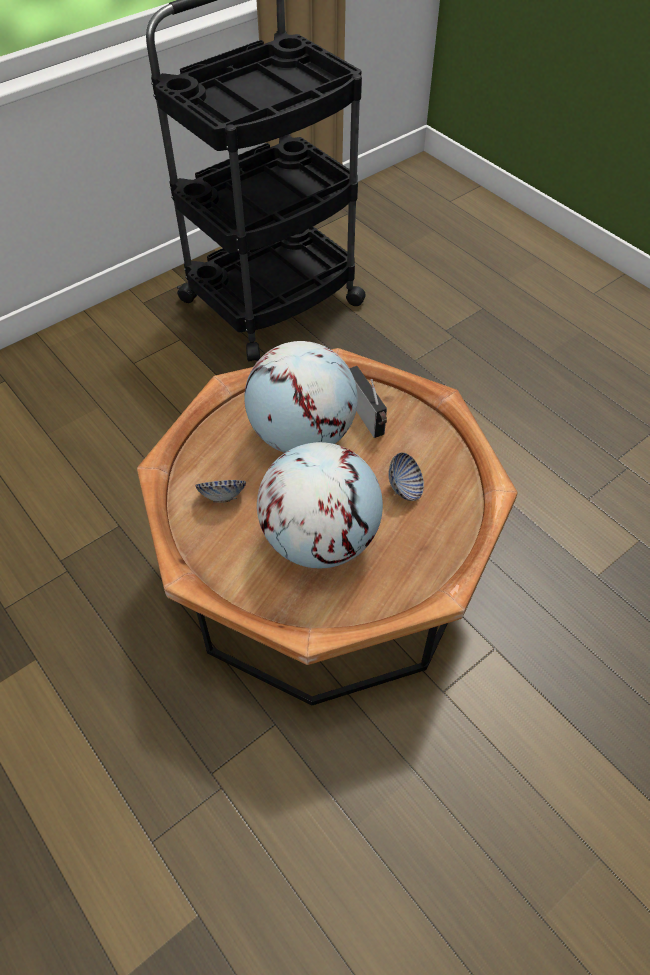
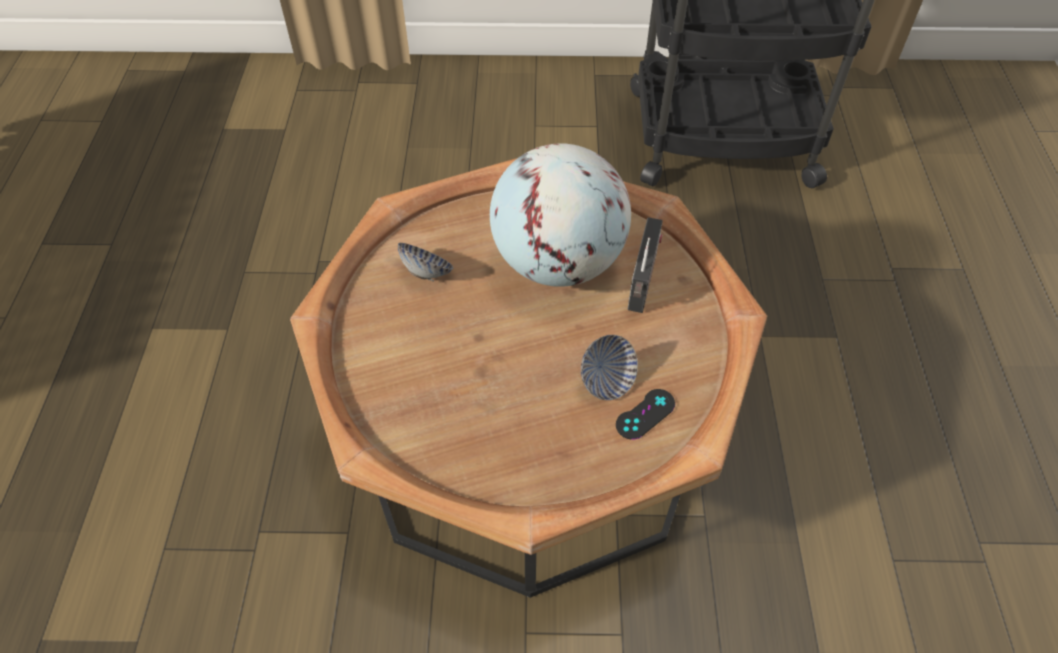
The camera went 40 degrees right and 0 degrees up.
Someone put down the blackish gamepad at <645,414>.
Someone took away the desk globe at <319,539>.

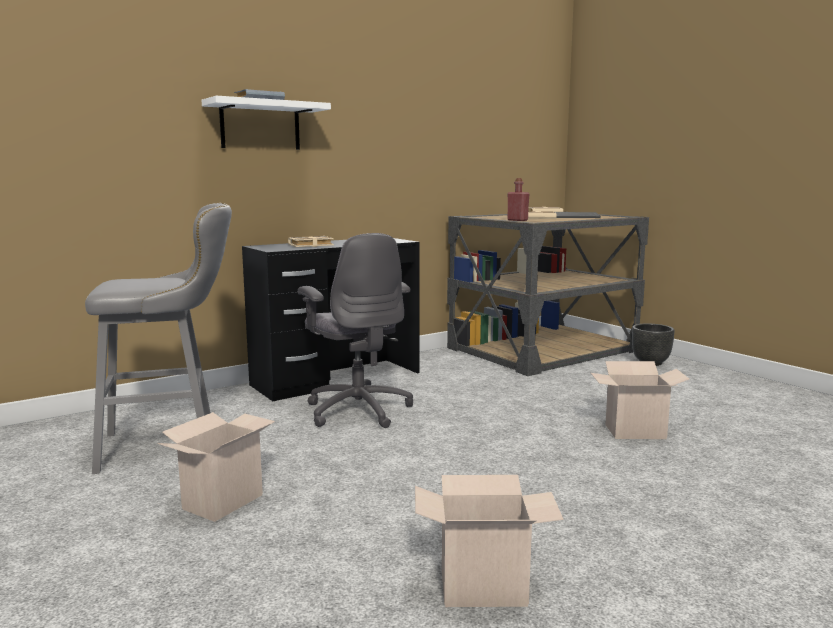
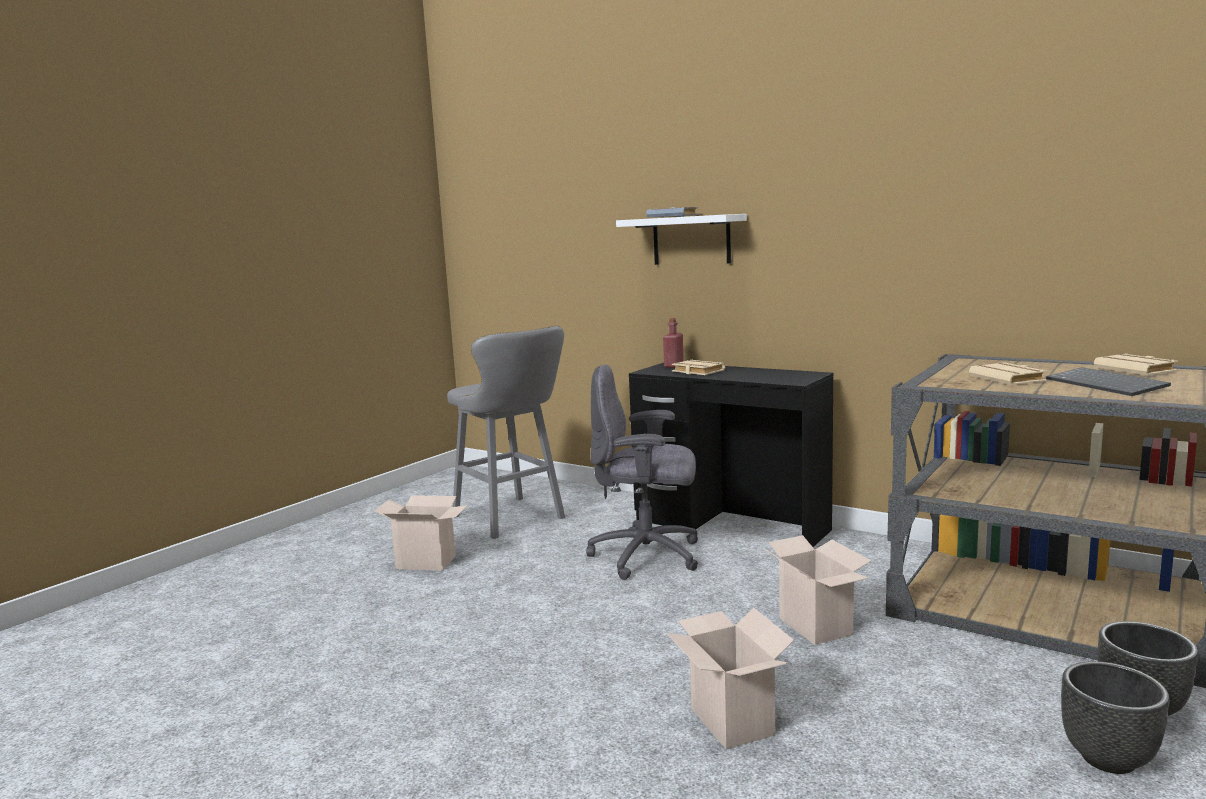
The camera went 70 degrees right and 0 degrees up.
Someone rotated the gray desk chair at <358,410> by 60 degrees clockwise.
Someone carried the red-coloured beverage bottle from <517,220> to <673,366>.
Someone carried the packing box from <486,587> to <818,627>.
Someone put down the blackish flower pot at <1109,759>.

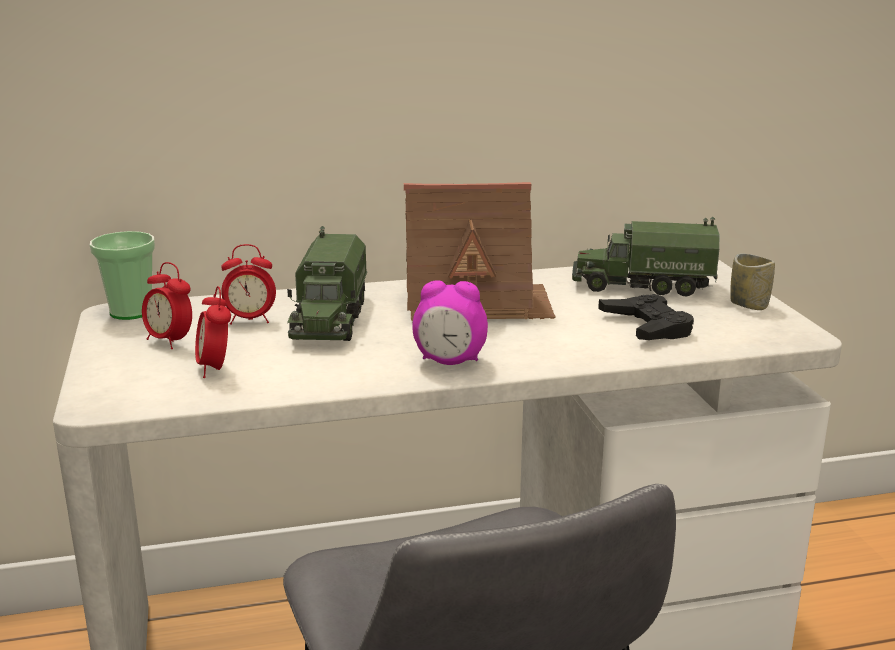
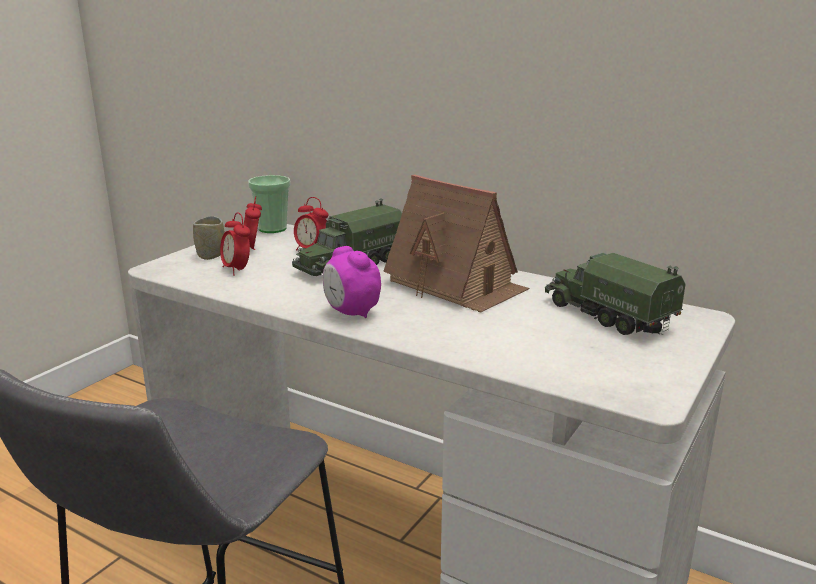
The camera went 45 degrees right and 0 degrees up.
Someone carried the drinking cup from <749,305> to <211,255>.
Someone rotated the alarm clock at <215,369> by 60 degrees counterclockwise.
Someone took away the blackish gamepad at <647,326>.

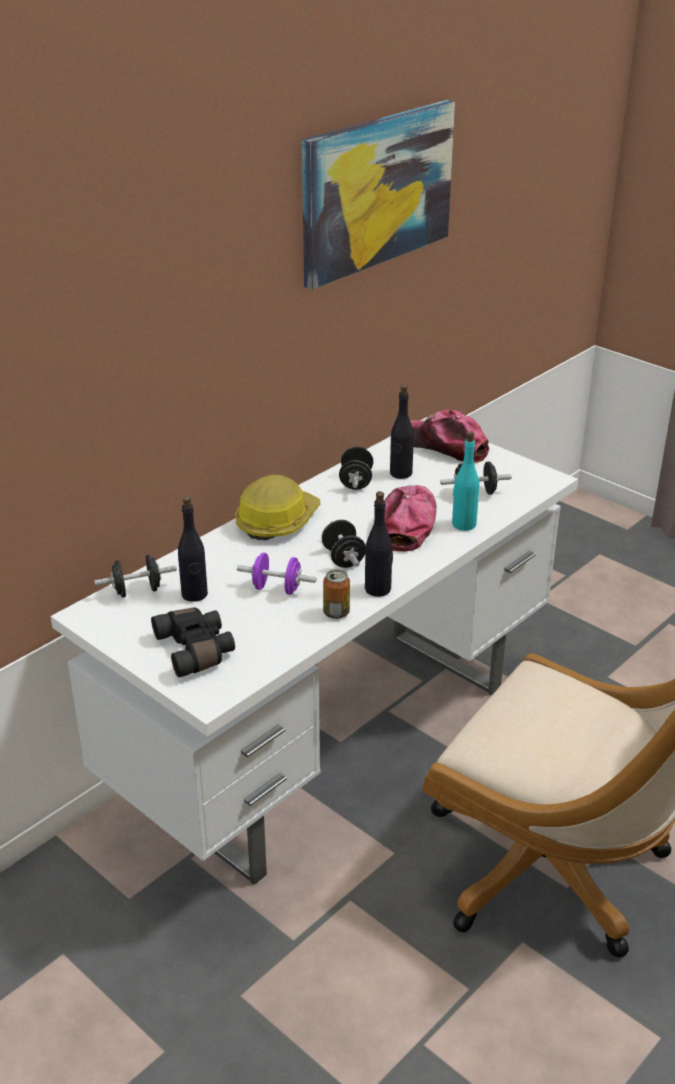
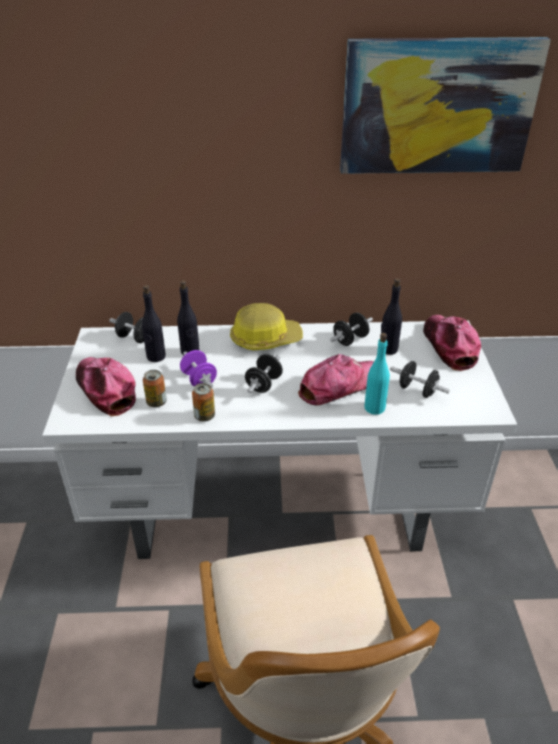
The camera went 45 degrees right and 5 degrees up.
Someone swapped the blackish field glasses at <197,650> for the peaked cap at <105,389>.
Someone put down the sealed can at <156,402>.
Someone carried the blackish beverage bottle from <378,589> to <190,351>.

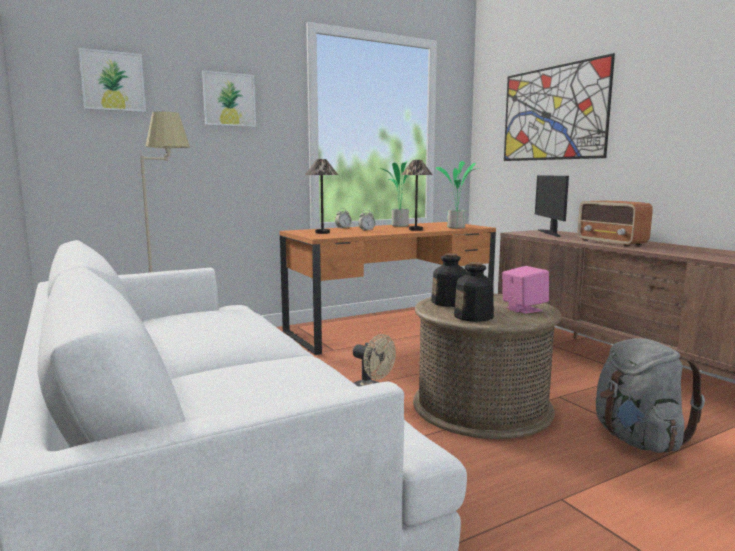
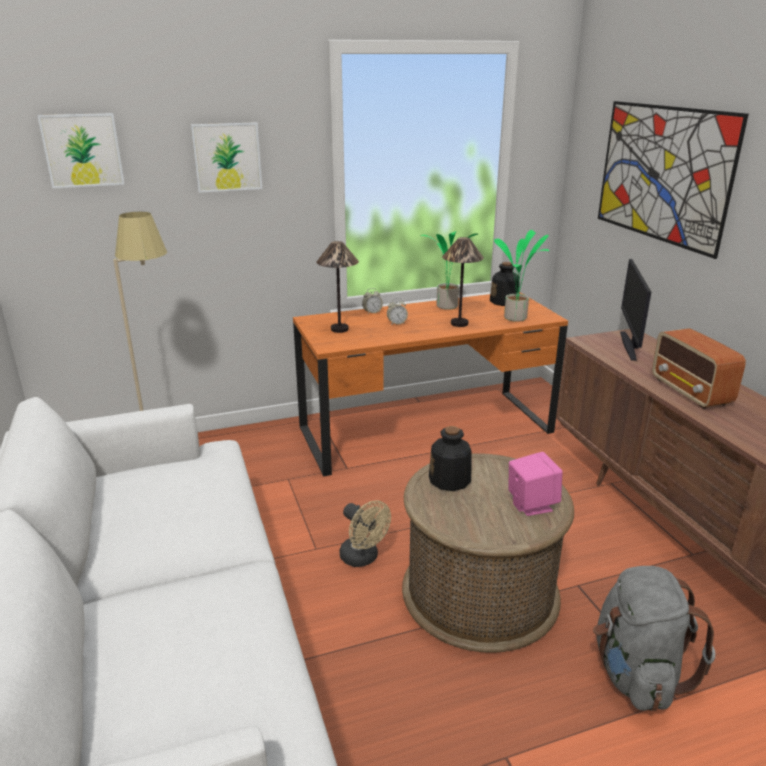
The camera went 10 degrees right and 15 degrees up.
Someone carried the beverage bottle from <474,316> to <504,301>.

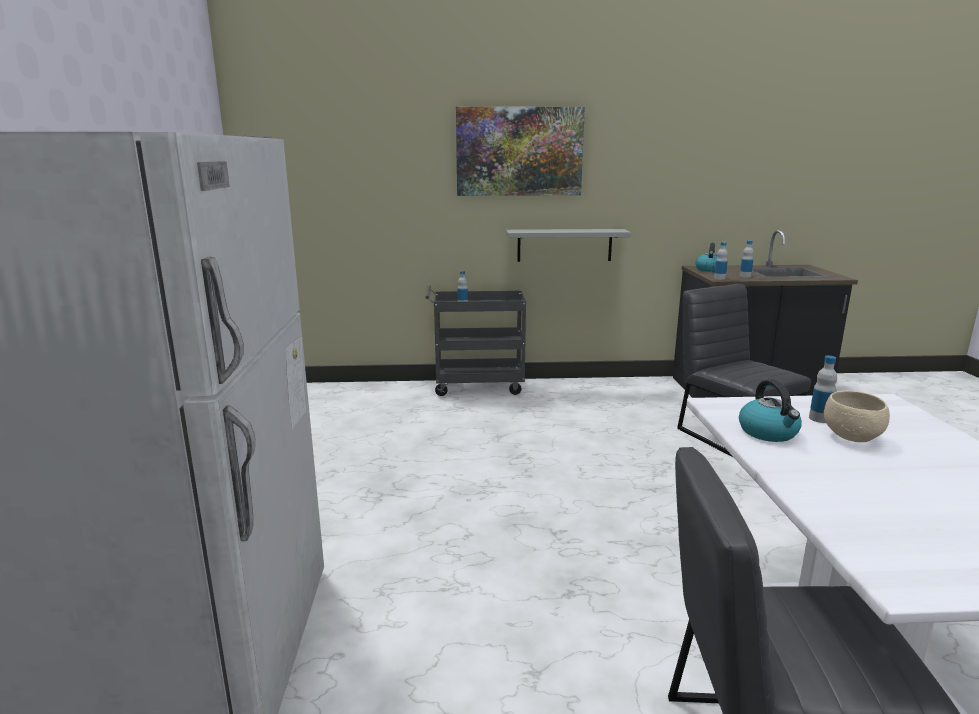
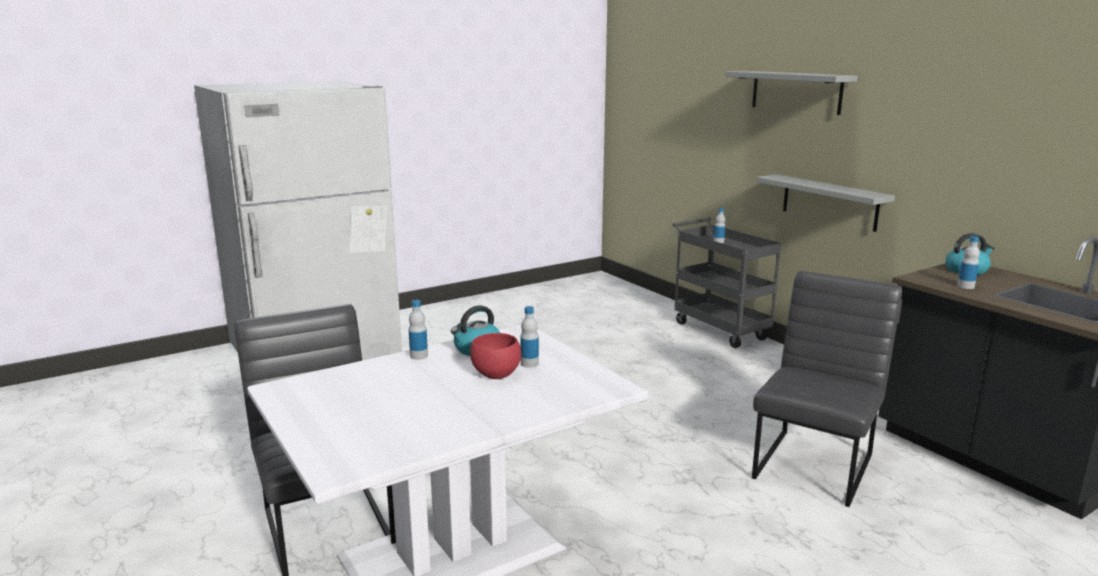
The camera went 60 degrees right and 0 degrees up.
Someone carried the beverage bottle from <719,278> to <419,356>.
Someone repainted the beige-coloured serving bowl at <853,438>, which became the red-coloured serving bowl at <496,375>.
Someone swapped the wall art at <519,152> for the gray shelf at <796,92>.

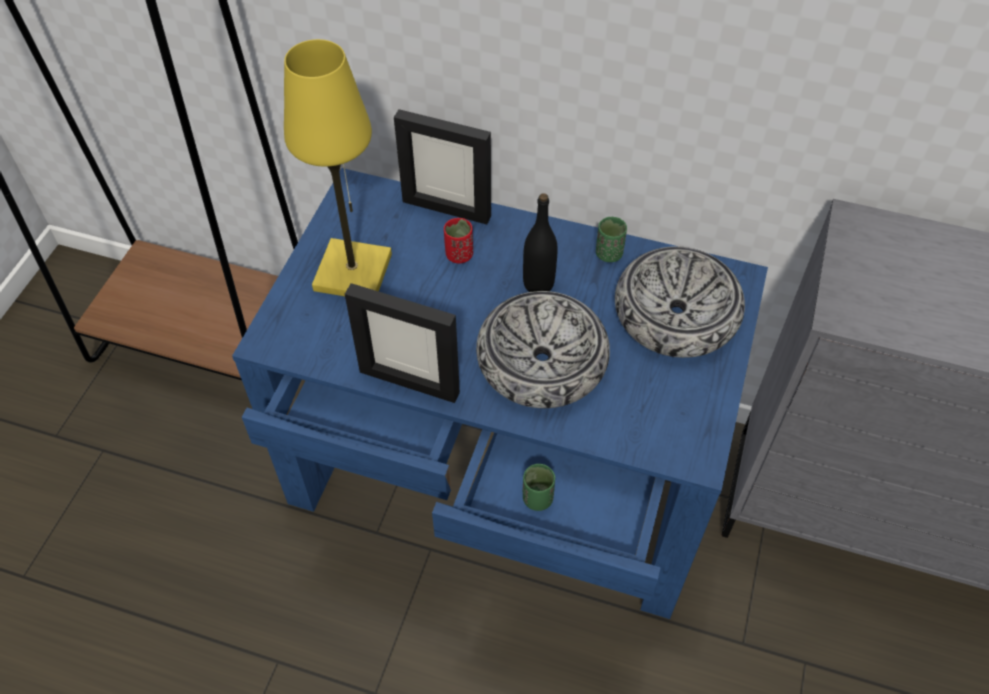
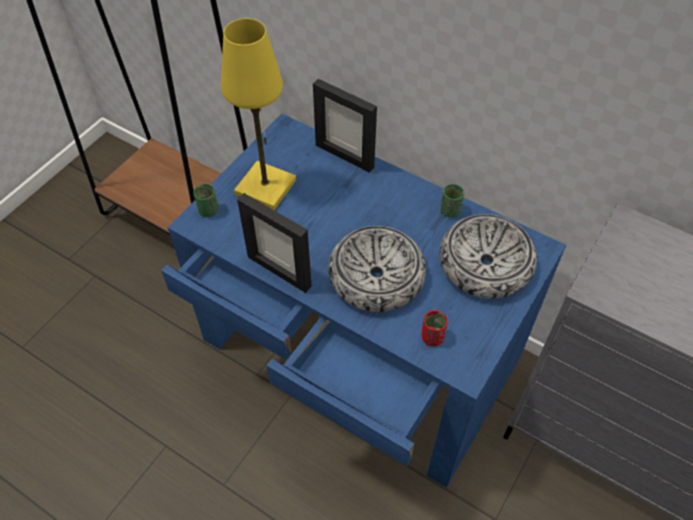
The camera went 15 degrees right and 0 degrees up.
Someone carried the green drinking cup from <537,498> to <208,210>.
Someone carried the red-coloured drinking cup from <459,255> to <432,337>.
Someone took away the blackish beverage bottle at <538,284>.

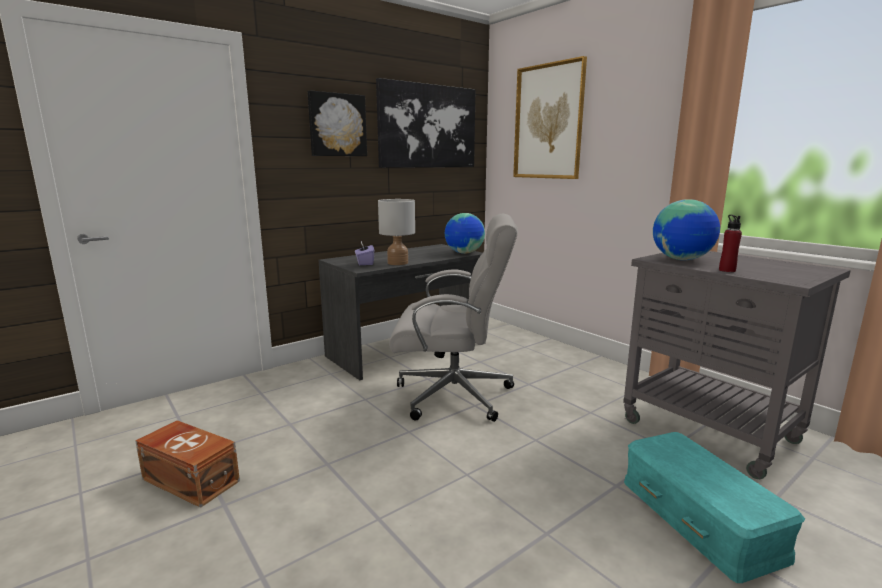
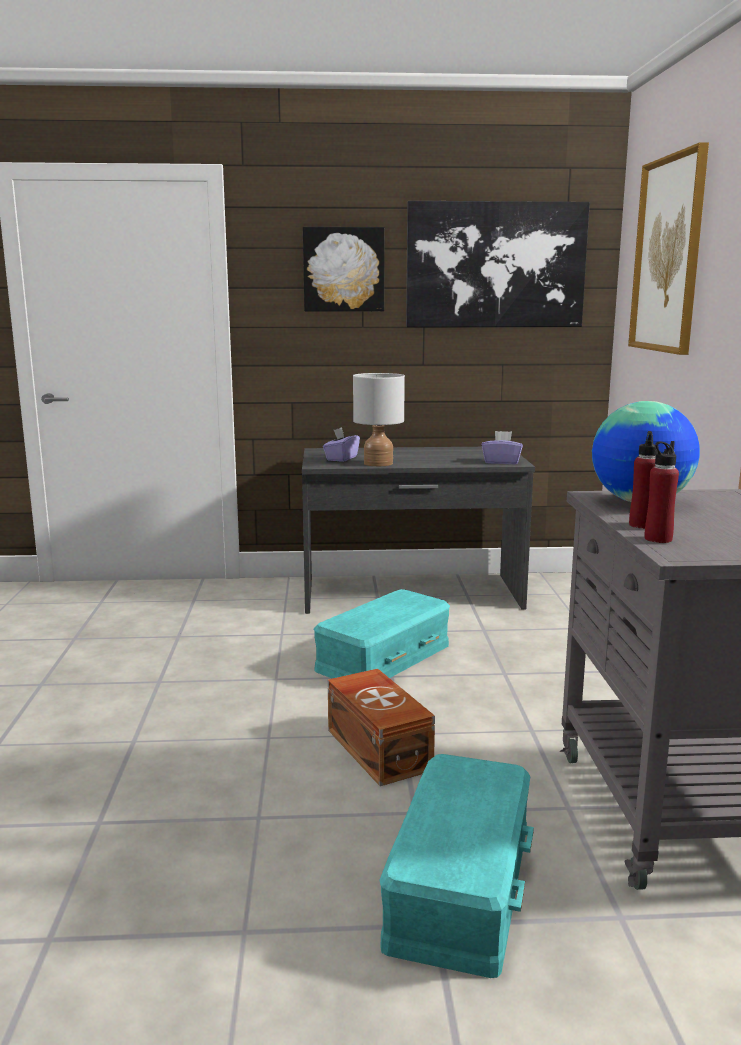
The camera went 35 degrees right and 0 degrees up.
Someone swapped the gray desk chair at <453,395> for the turquoise storage container at <385,658>.
Someone carried the brown-coloured storage container from <191,479> to <379,748>.
Someone swapped the desk globe at <464,253> for the purple-coloured tissue holder at <501,462>.
Someone put down the red-coloured beverage bottle at <658,539>.

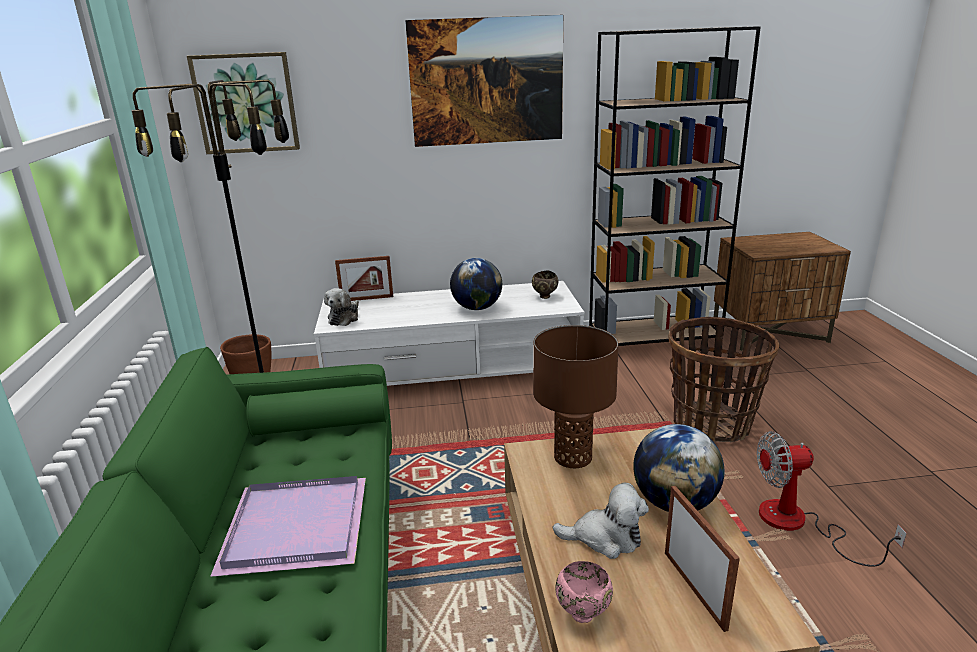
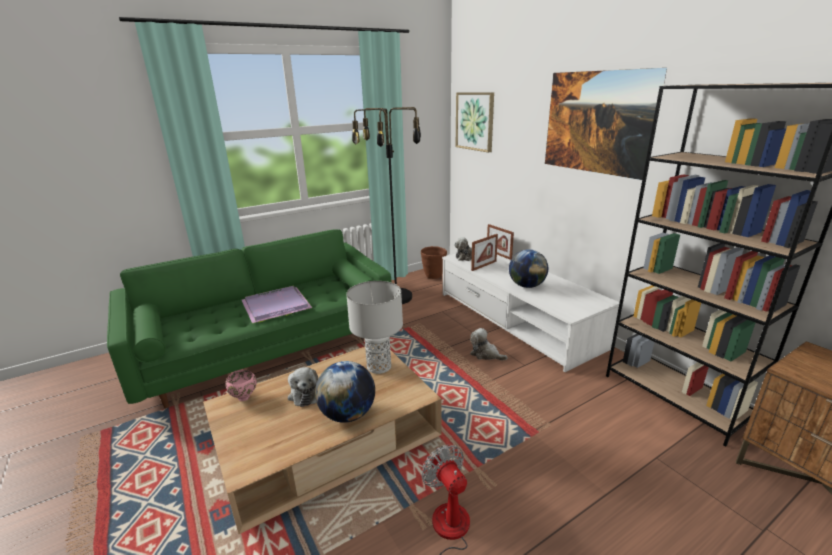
The camera went 65 degrees right and 0 degrees up.
Someone repainted the brown-coloured tabletop lamp at <572,457>, which became the whitish tabletop lamp at <378,366>.
Someone put down the plush toy at <485,354>.
Someone carried the picture frame from <694,589> to <484,266>.
Someone took away the brown-coloured serving bowl at <545,297>.
Someone took away the basket at <711,424>.

